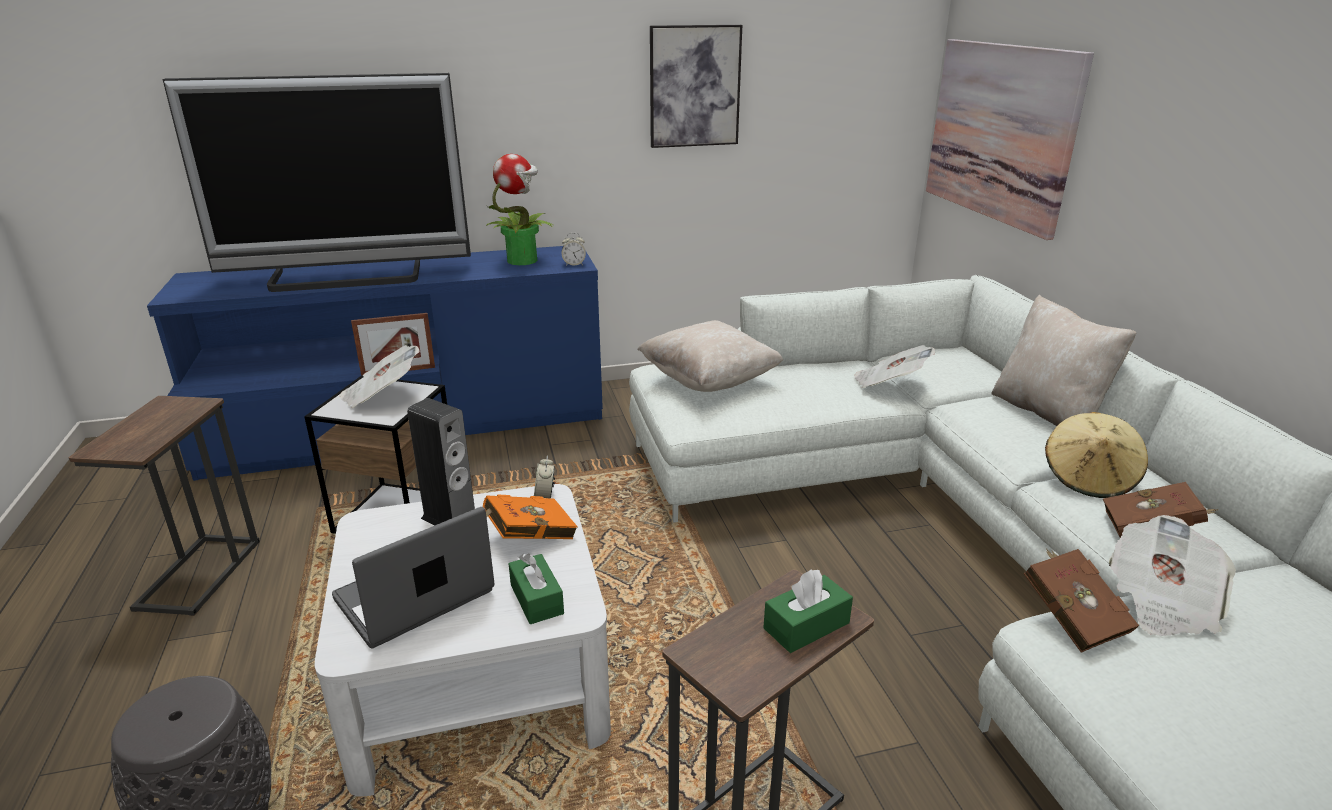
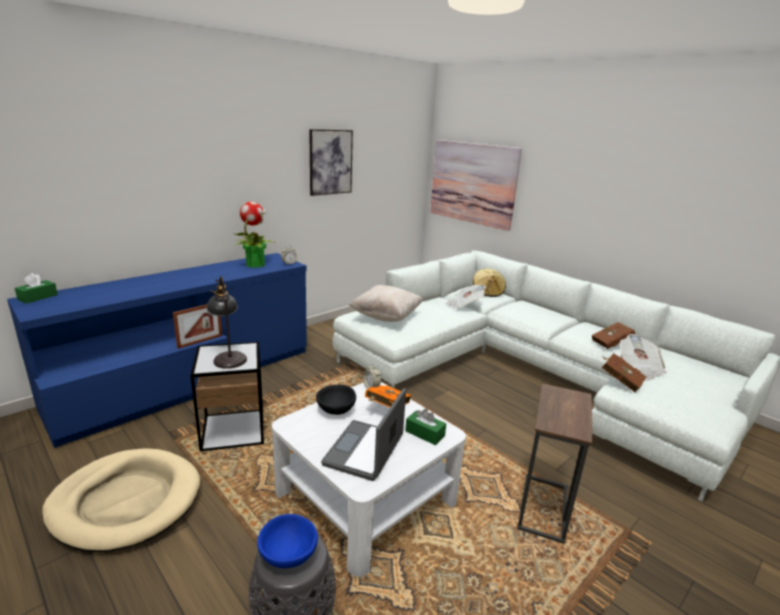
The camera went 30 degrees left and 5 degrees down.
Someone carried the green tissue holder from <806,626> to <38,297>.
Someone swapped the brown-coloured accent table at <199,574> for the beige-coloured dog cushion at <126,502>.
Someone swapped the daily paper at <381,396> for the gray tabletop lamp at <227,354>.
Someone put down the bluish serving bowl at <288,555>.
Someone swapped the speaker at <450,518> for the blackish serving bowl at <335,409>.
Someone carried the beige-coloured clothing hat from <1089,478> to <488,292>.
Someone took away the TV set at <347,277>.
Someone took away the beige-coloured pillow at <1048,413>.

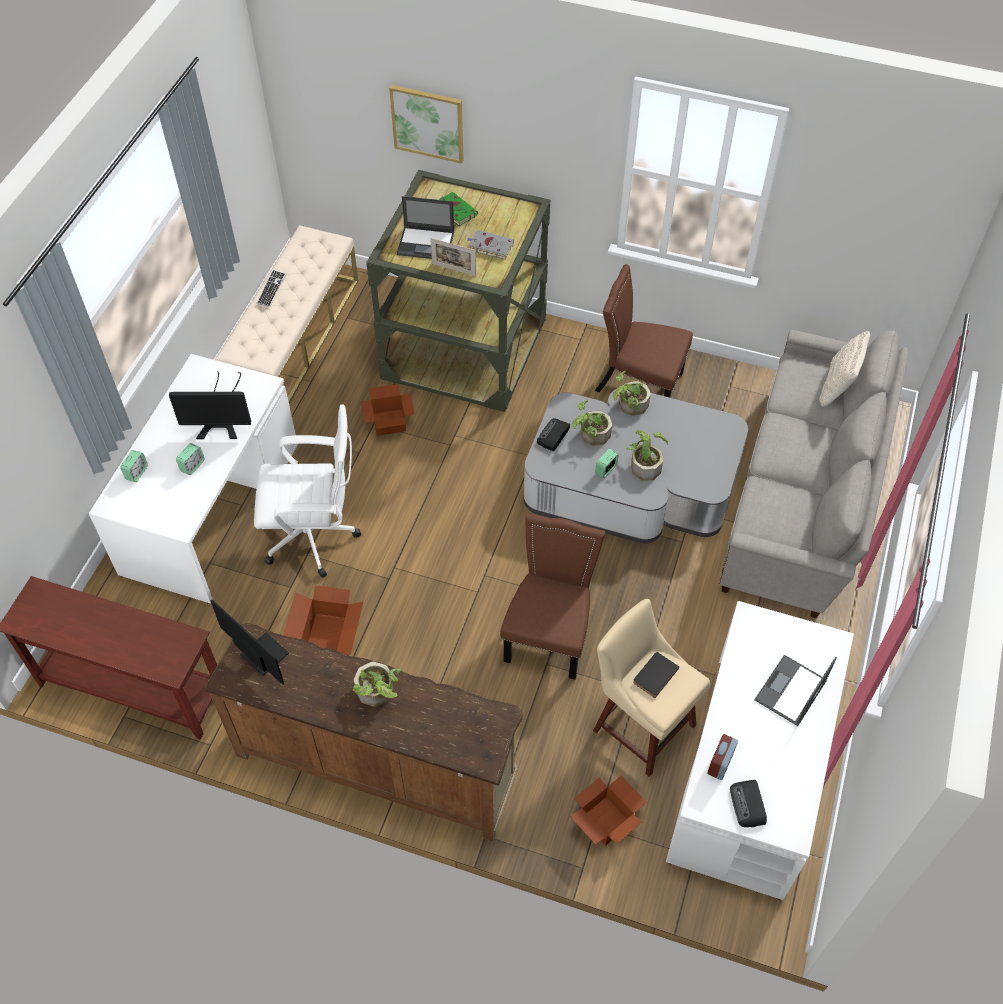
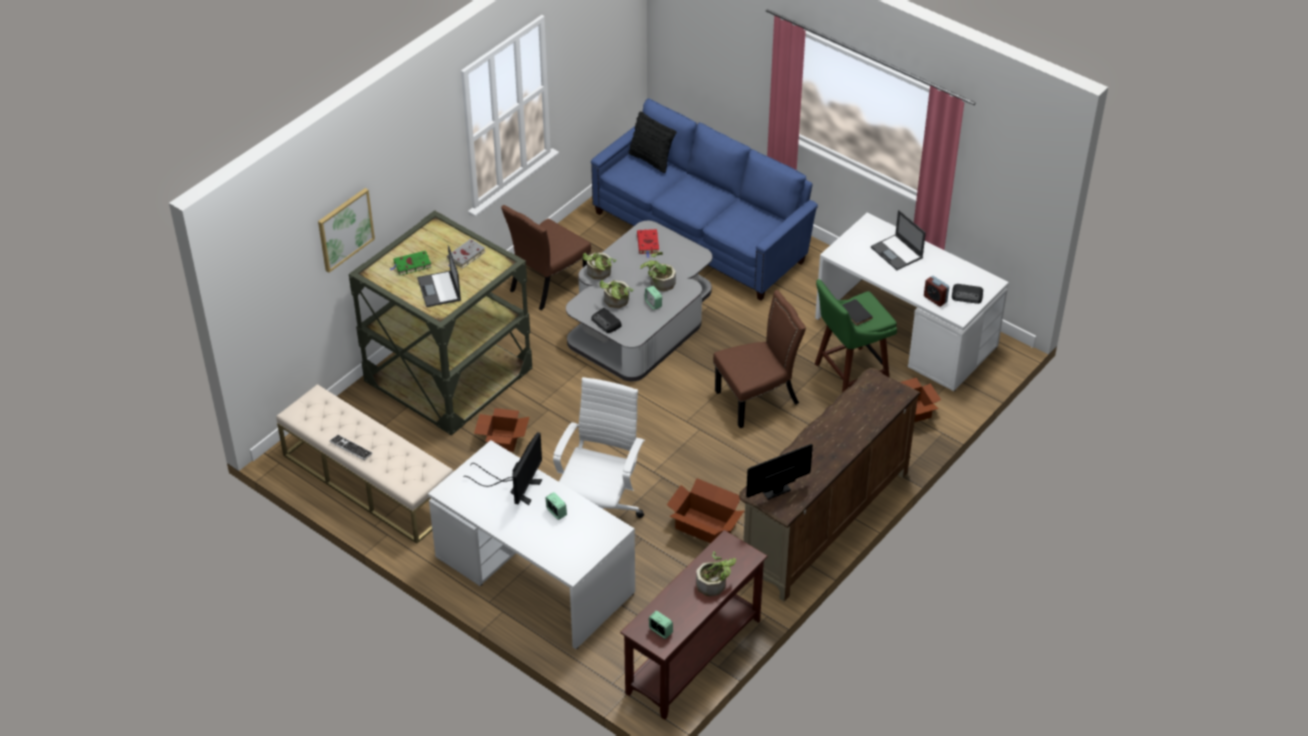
The camera went 70 degrees left and 10 degrees down.
Someone rotated the notebook computer at <426,243> by 135 degrees clockwise.
Someone repainted the gray sofa at <803,499>, which became the bluish sofa at <703,234>.
Someone repainted the beige-coloured pillow at <837,388>, which became the blackish pillow at <652,160>.
Someone put down the red-coloured bound book at <648,244>.
Someone carried the alarm clock from <136,473> to <660,631>.
Someone carried the plant in a pot from <377,694> to <715,584>.
Someone rotated the brown-coloured chair at <549,635> by 120 degrees clockwise.
Someone repainted the beige-coloured stool seat at <641,724>, which became the green stool seat at <848,373>.
Someone took away the picture frame at <453,269>.

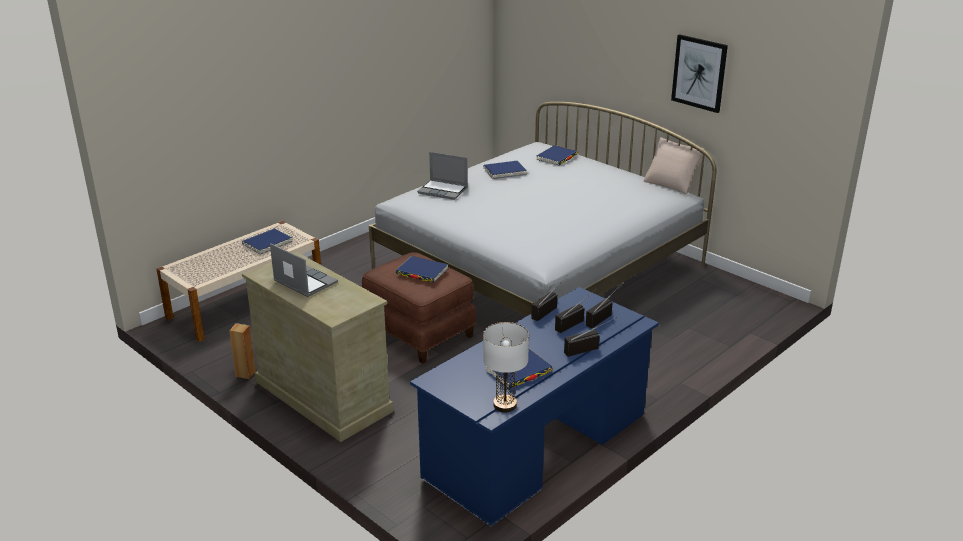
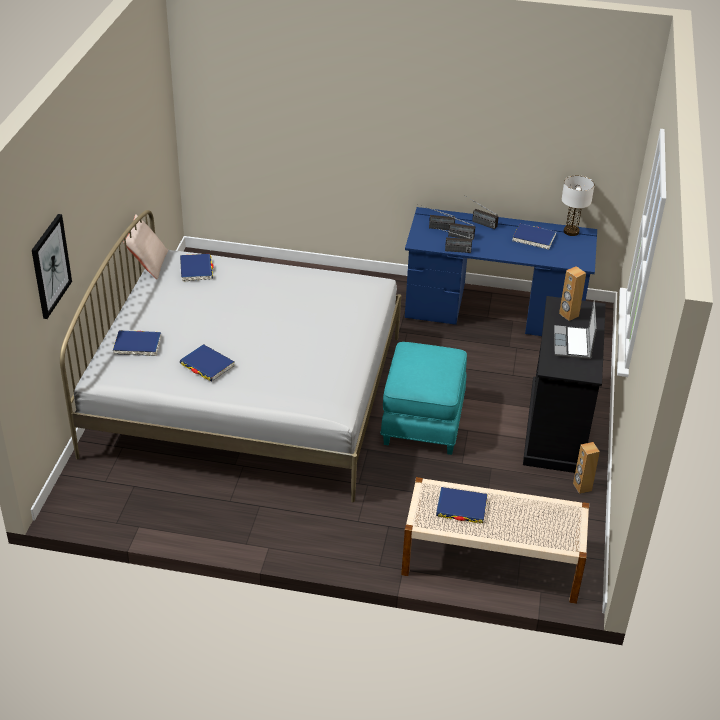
The camera went 125 degrees left and 10 degrees up.
Someone carried the wall art from <699,73> to <50,266>.
Someone carried the bluish bound book from <422,272> to <196,269>.
Someone repainted the brown-coloured footrest at <419,332>, which became the turquoise footrest at <422,420>.
Someone repainted the beige-coloured dresser at <321,397>, which became the blackish dresser at <557,428>.
Someone put down the brown-coloured speaker at <568,315>.
Someone took away the notebook computer at <443,190>.

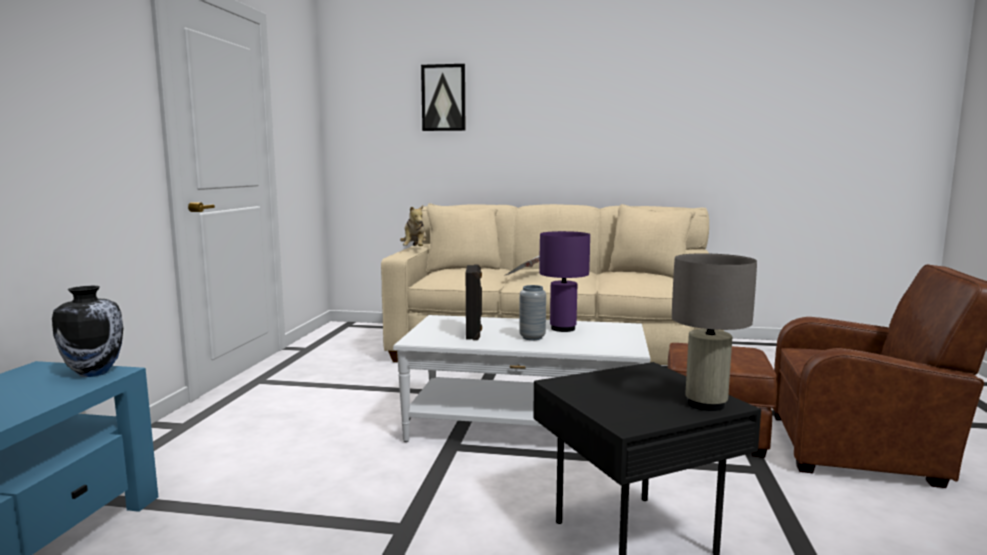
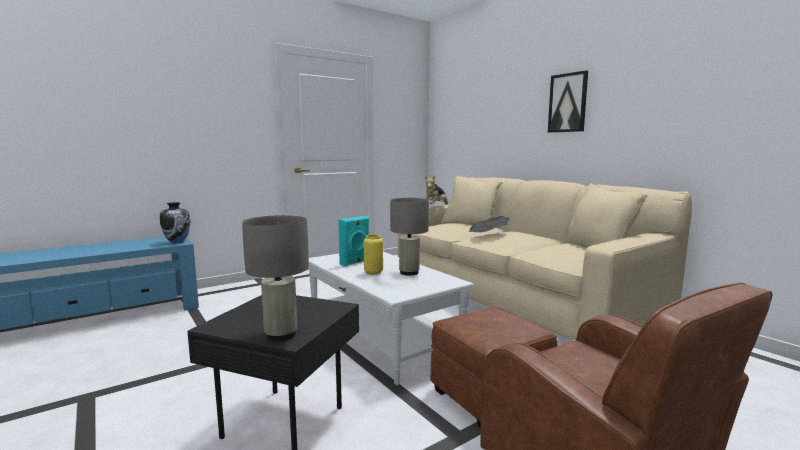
The camera went 45 degrees right and 0 degrees up.
Someone repainted the blackish speaker at <474,333>, which became the turquoise speaker at <355,262>.
Someone repainted the gray flower vase at <532,337>, which became the yellowish flower vase at <373,272>.
Someone repainted the purple-coloured tabletop lamp at <563,328>, which became the gray tabletop lamp at <409,272>.
Someone carried the wall art from <443,98> to <568,103>.

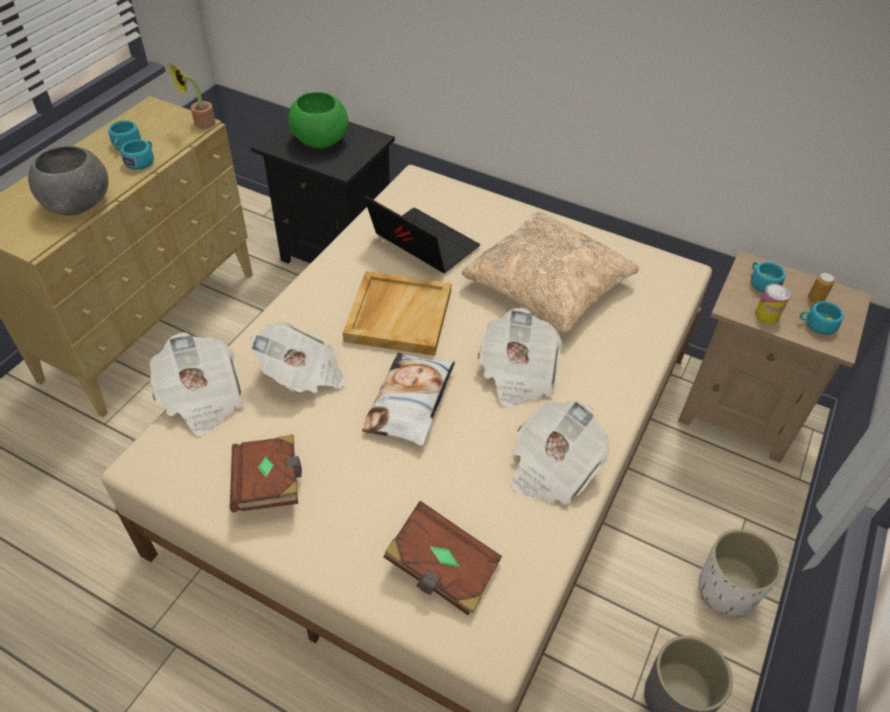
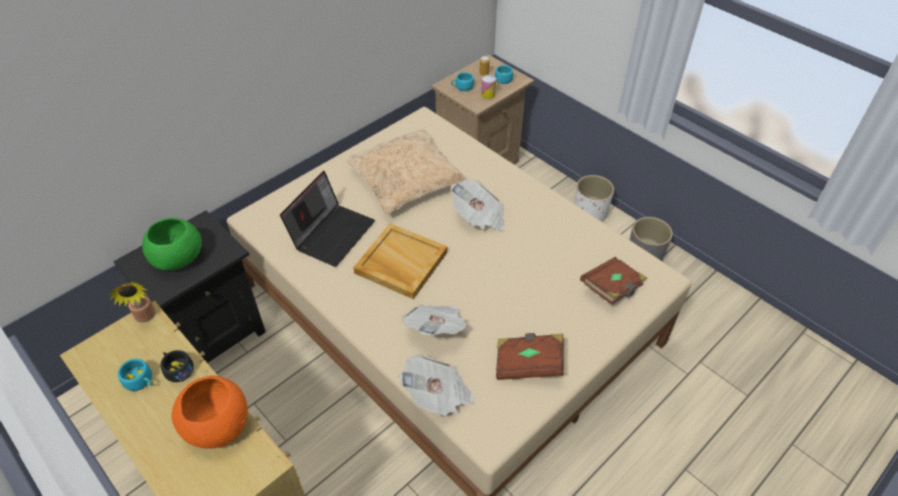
The camera went 70 degrees left and 0 degrees up.
Someone repainted the turquoise drinking cup at <142,161>, which became the blackish drinking cup at <177,369>.
Someone repainted the gray serving bowl at <78,202>, which became the orange serving bowl at <217,425>.
Someone rotated the notebook computer at <421,245> by 150 degrees clockwise.
Someone took away the pillow at <411,403>.
Someone took away the daily paper at <552,467>.

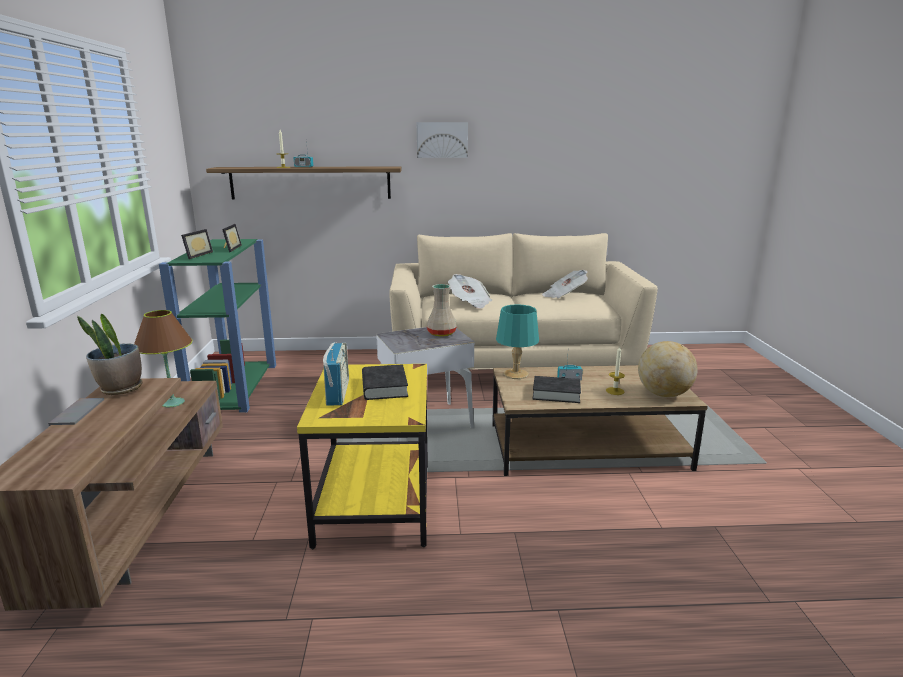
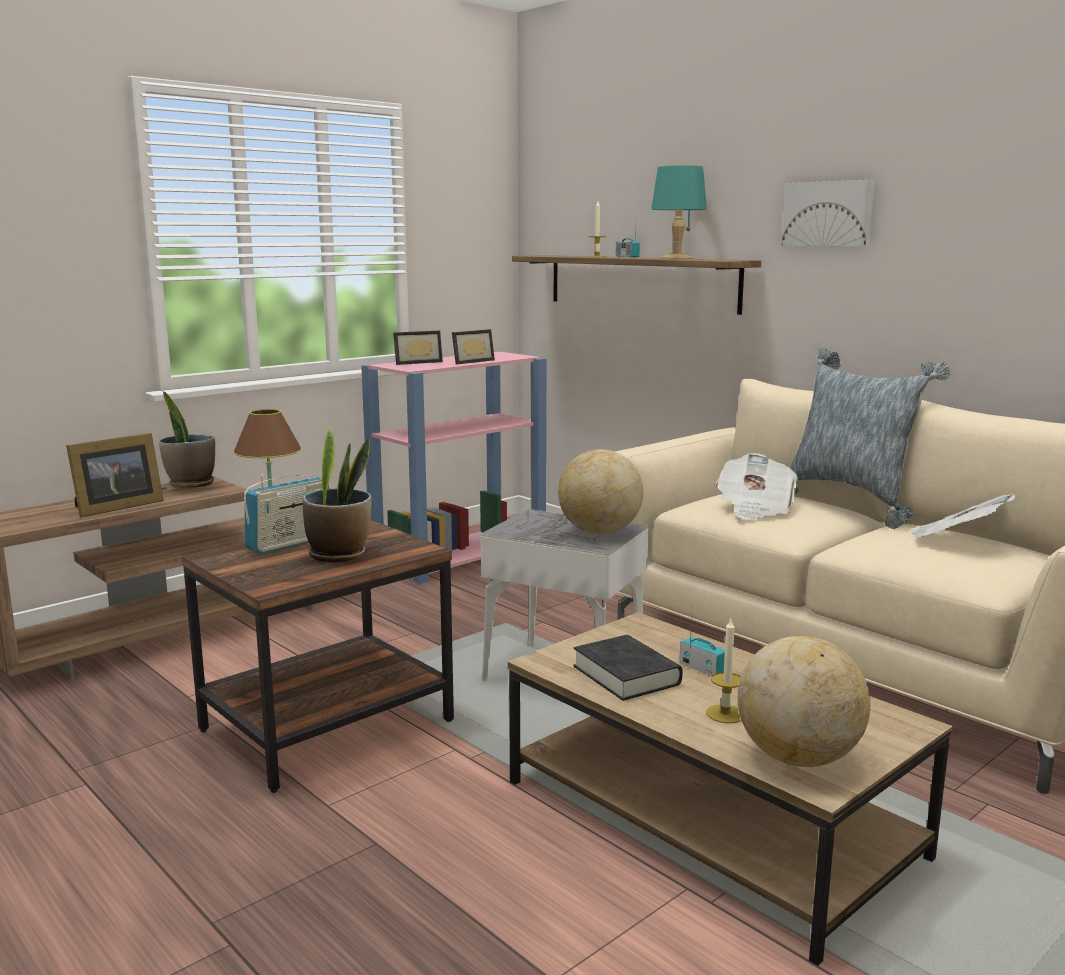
The camera went 50 degrees right and 5 degrees down.
Someone put down the picture frame at <115,507>.
Someone repainted the yellowish accent table at <373,503>, which became the brown-coloured accent table at <326,725>.
Someone swapped the blackish bound book at <384,387> for the plant in a pot at <339,554>.
Someone repainted the green shelving unit at <235,387>, which became the pink shelving unit at <461,555>.
Someone swapped the beige-coloured flower vase at <442,333> for the desk globe at <599,532>.
Someone carried the turquoise tabletop lamp from <515,374> to <676,258>.
Someone put down the pillow at <851,509>.

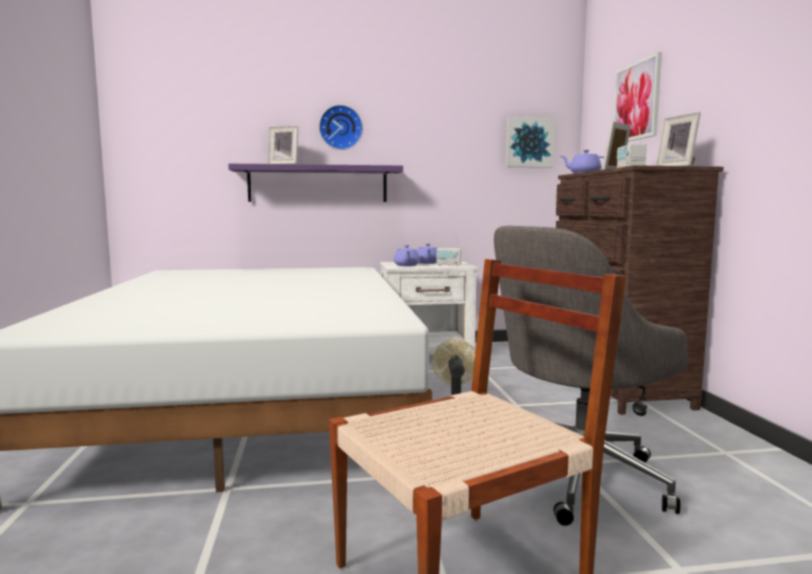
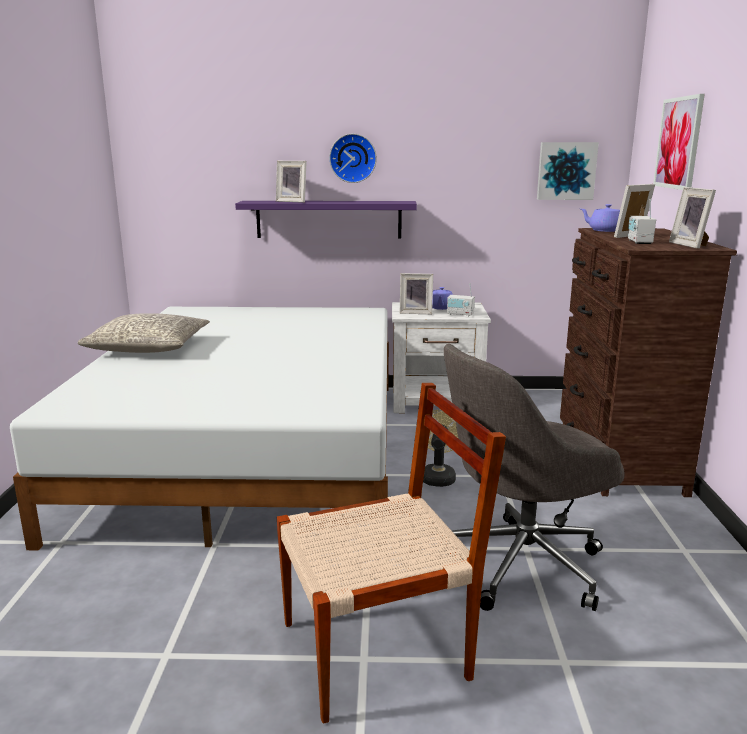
The camera went 10 degrees right and 10 degrees up.
Someone put down the gray pillow at <149,348>.
Someone swapped the purple-coloured tea pot at <406,265> for the picture frame at <416,312>.

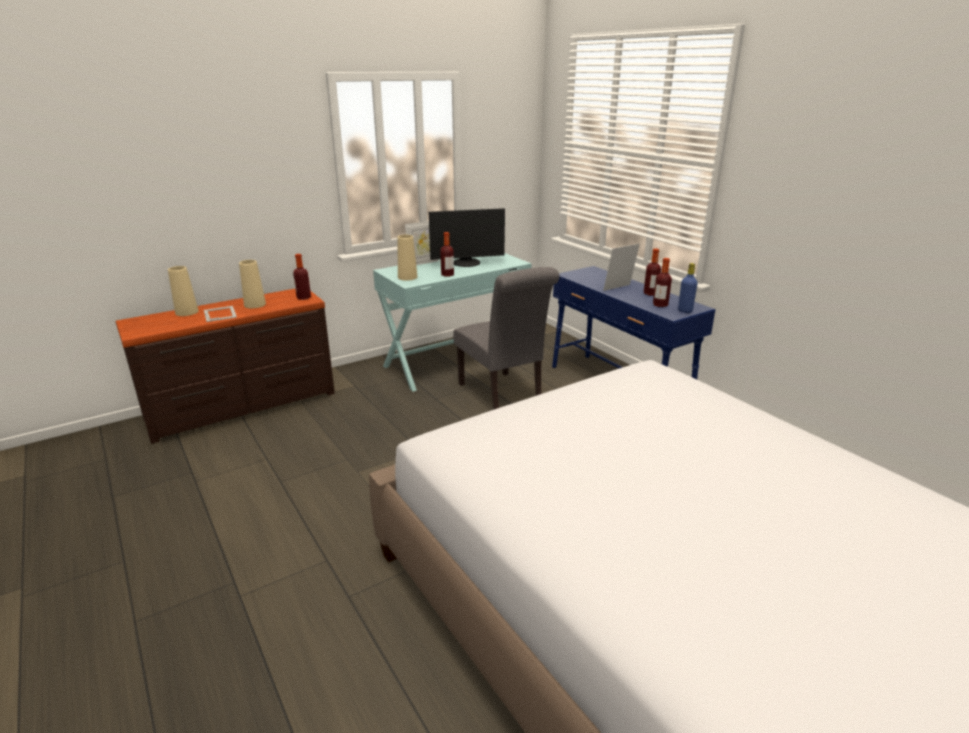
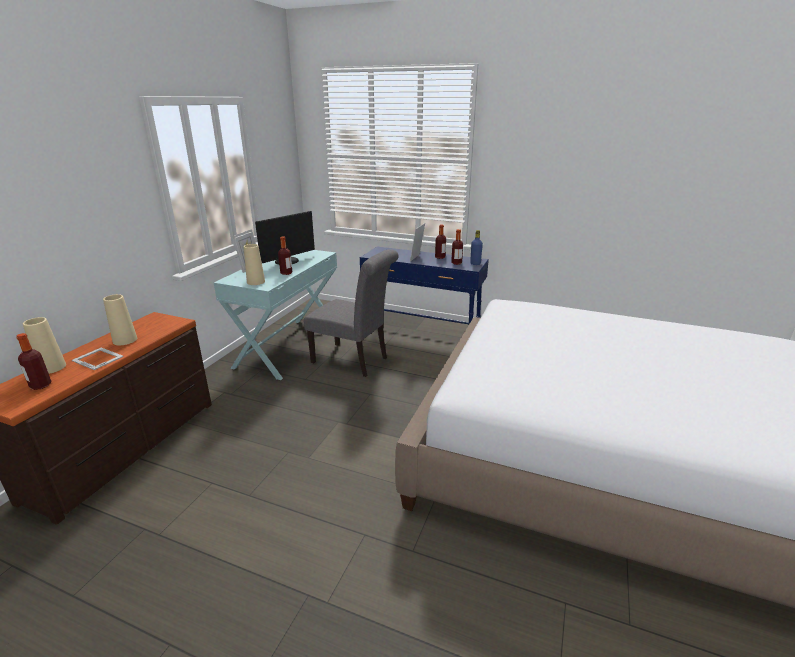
The camera went 35 degrees left and 0 degrees up.
Someone carried the beverage bottle from <303,297> to <41,385>.

